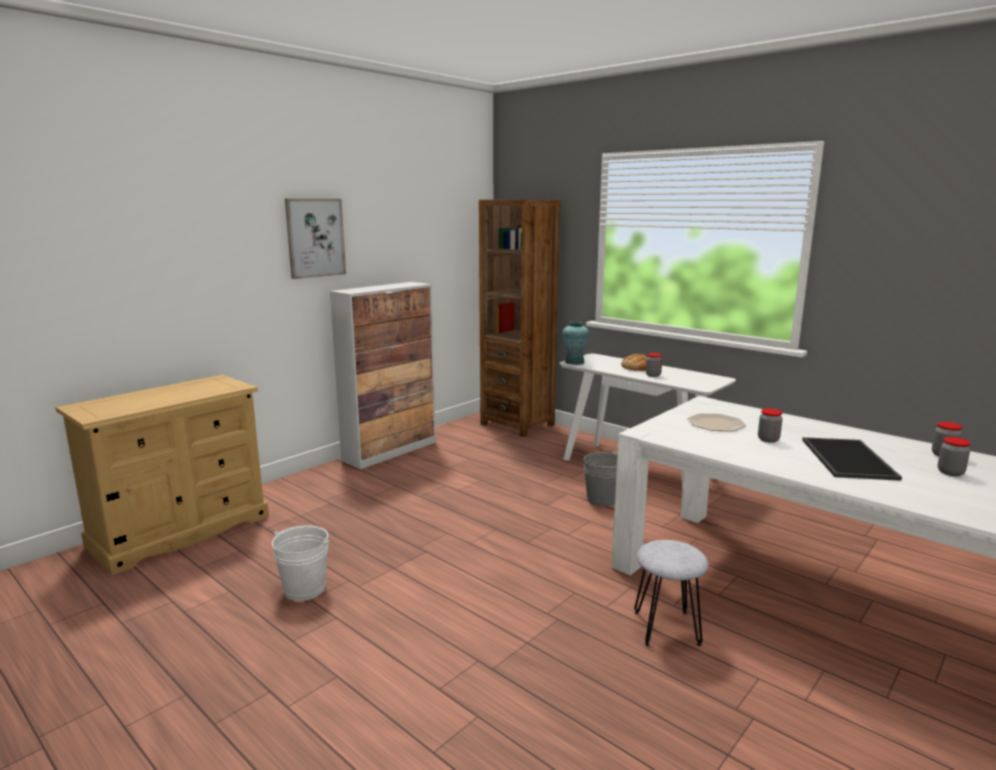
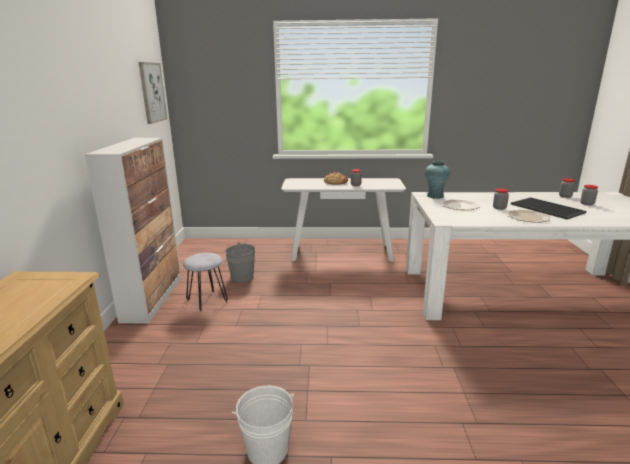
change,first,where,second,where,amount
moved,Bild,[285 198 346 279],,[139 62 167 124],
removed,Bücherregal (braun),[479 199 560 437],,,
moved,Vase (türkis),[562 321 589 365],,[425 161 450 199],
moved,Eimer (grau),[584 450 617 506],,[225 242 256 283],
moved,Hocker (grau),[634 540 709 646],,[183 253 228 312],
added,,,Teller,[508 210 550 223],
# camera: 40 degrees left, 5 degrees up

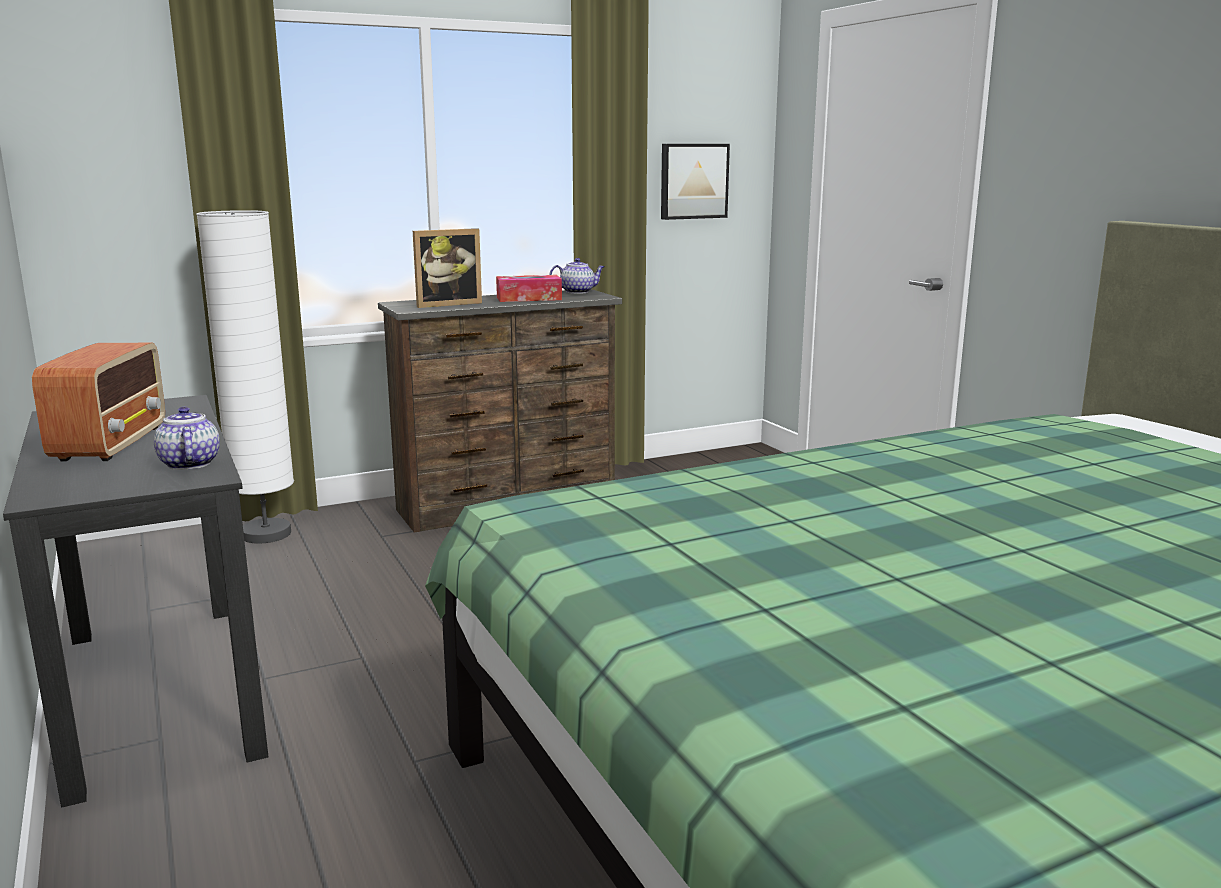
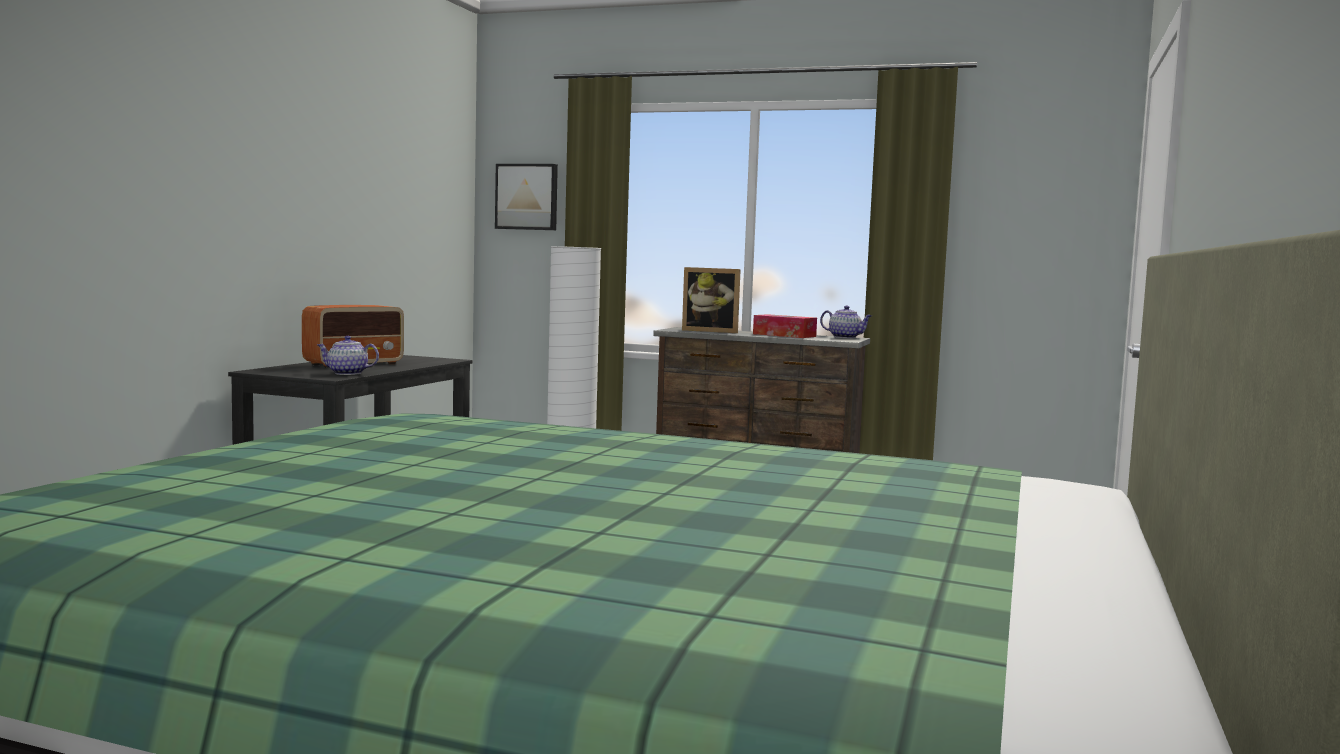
change,first,where,second,where,amount
moved,Bild,[661 144 730 220],,[495 164 558 230],
turned,Teekanne,[154 407 220 470],,[317 336 379 375],105 degrees counterclockwise
# camera: 45 degrees right, 10 degrees down

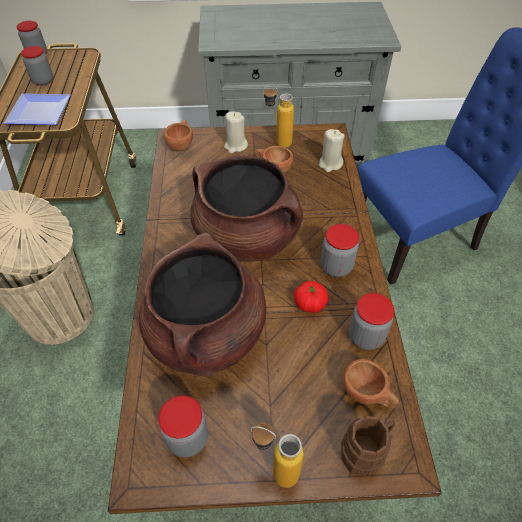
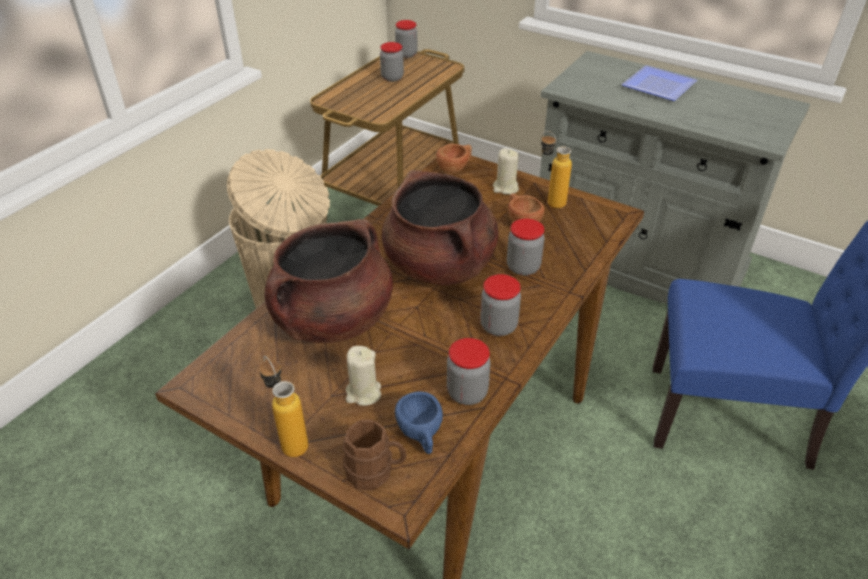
change,first,where,second,where,amount
moved,Teller,[4 93 71 125],,[621 65 697 101],
moved,Kerze (beige),[319 129 345 172],,[346 346 381 406],
removed,Tomate,[294 281 328 313],,,
recoloured,Tasse (braun),[343 359 399 409],Tasse (blau),[395 392 443 454],
moved,Vorratsglas,[158 395 208 458],,[507 218 544 276],
# camera: 35 degrees right, 10 degrees down

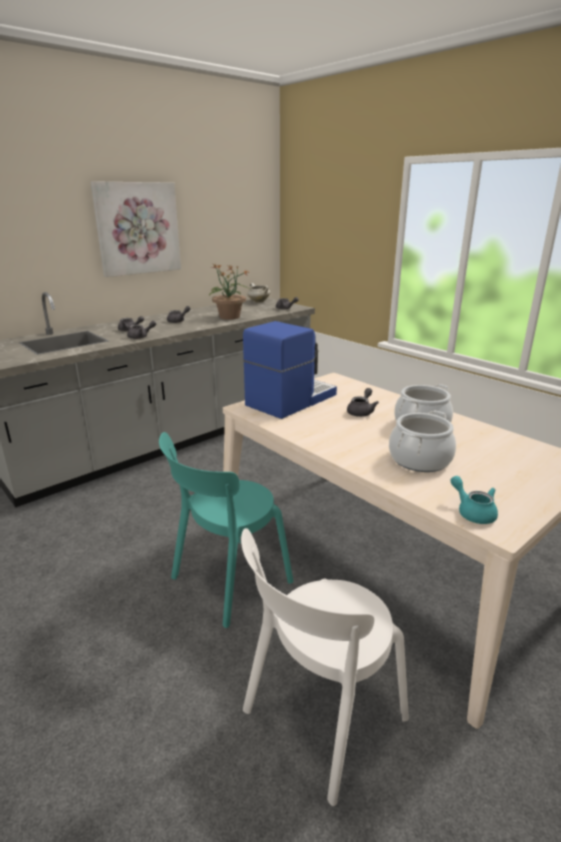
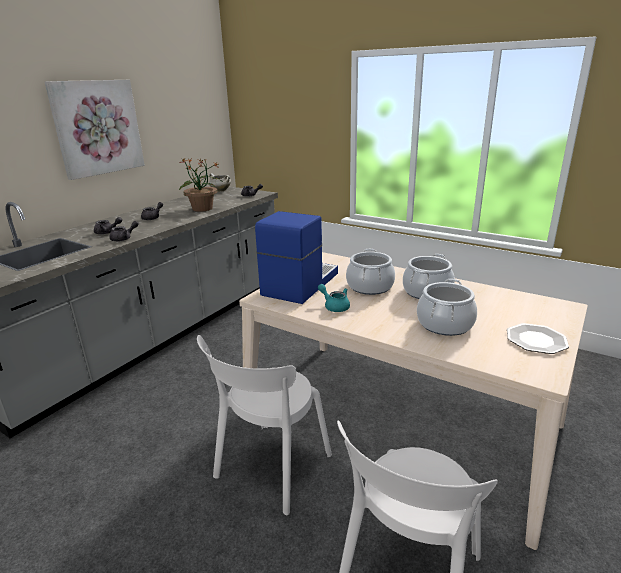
change,first,where,second,where,amount
replaced,Teekanne (grau),[347 388 379 417],Kochtopf,[346 249 395 295],
recoloured,Stuhl (türkis),[159 432 293 628],Stuhl (weiß),[197 335 332 515],
moved,Teekanne (türkis),[450 476 498 524],,[318 284 350 312],
added,,,Teller,[507 323 569 354],
# camera: 15 degrees left, 0 degrees up

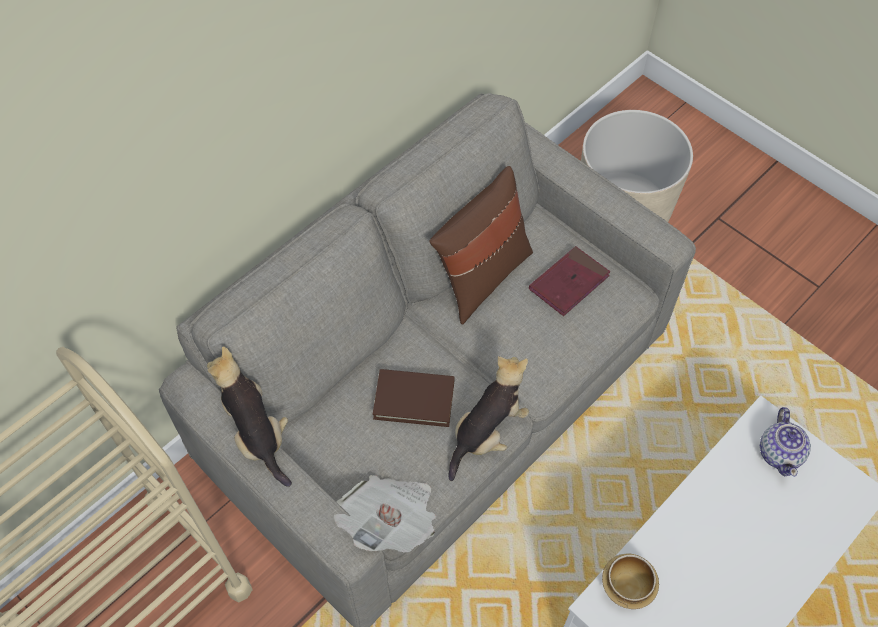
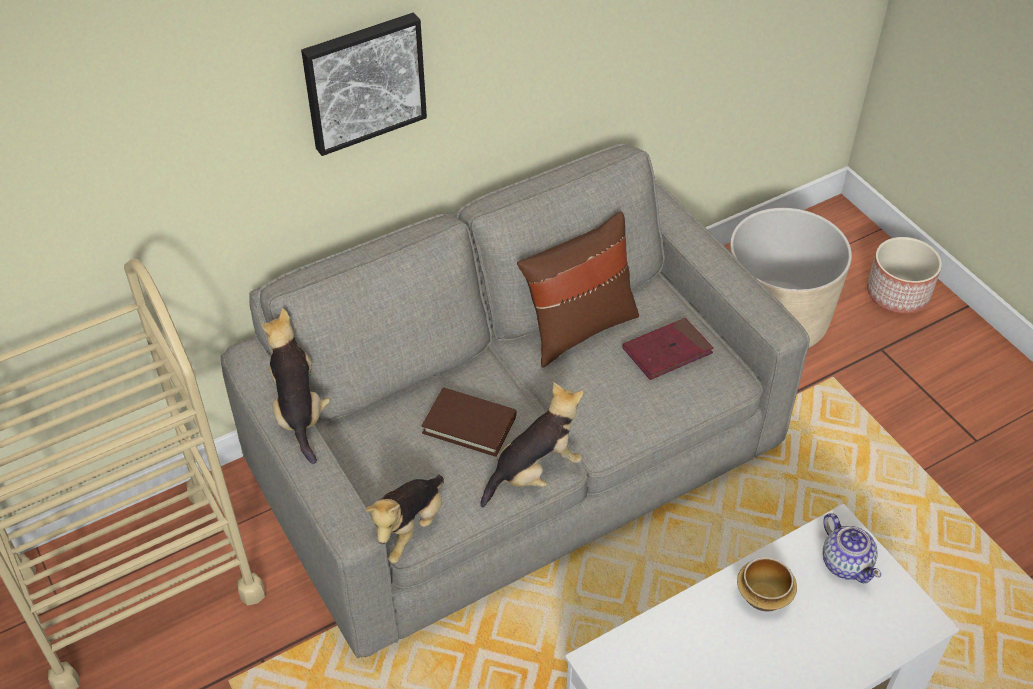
change,first,where,second,where,amount
turned,Teekanne,[760 407 811 477],,[823 513 881 583],45 degrees counterclockwise
replaced,Zeitung,[334 475 436 553],Plüschtier,[366 475 444 564],
moved,Schüssel,[602 553 659 609],,[737 557 797 612],
added,,,Bild,[301 13 427 156],
added,,,Pflanzkübel,[867 237 942 313],
# camera: 15 degrees right, 10 degrees down

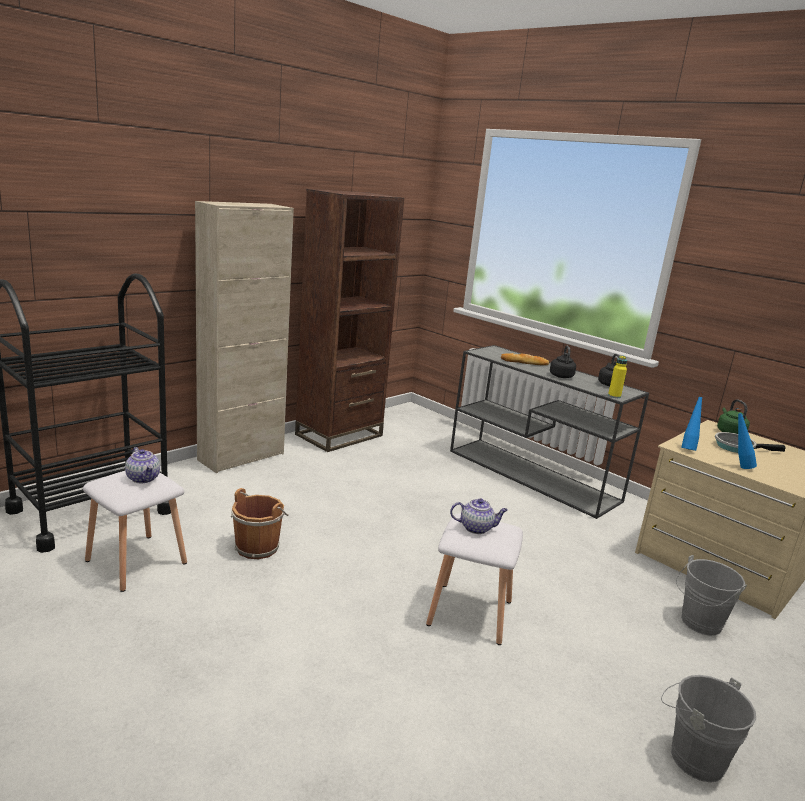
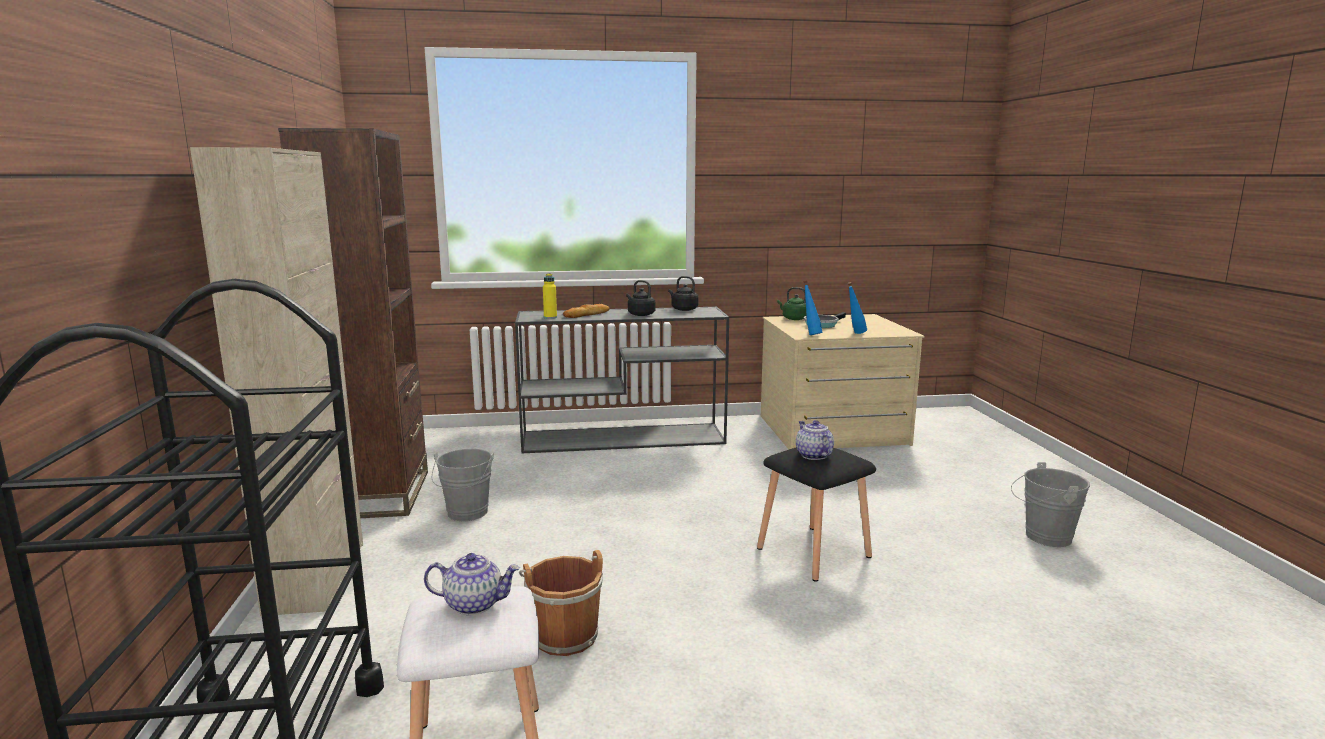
change,first,where,second,where,amount
moved,Flasche (gelb),[608 355 627 398],,[543 273 557 319],
turned,Teekanne,[450 498 508 534],,[796 420 834 460],60 degrees counterclockwise
recoloured,Hocker (weiß),[426 514 523 645],Hocker (schwarz),[757 448 876 582],
moved,Eimer (grau),[676 555 747 636],,[432 448 494 521],
# camera: 50 degrees left, 5 degrees down

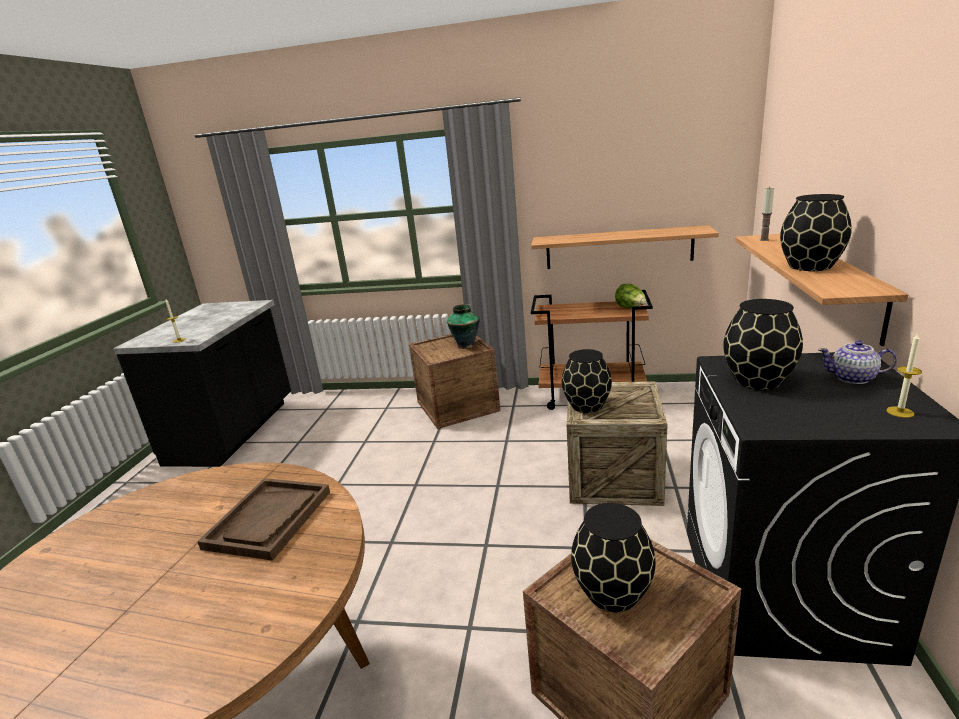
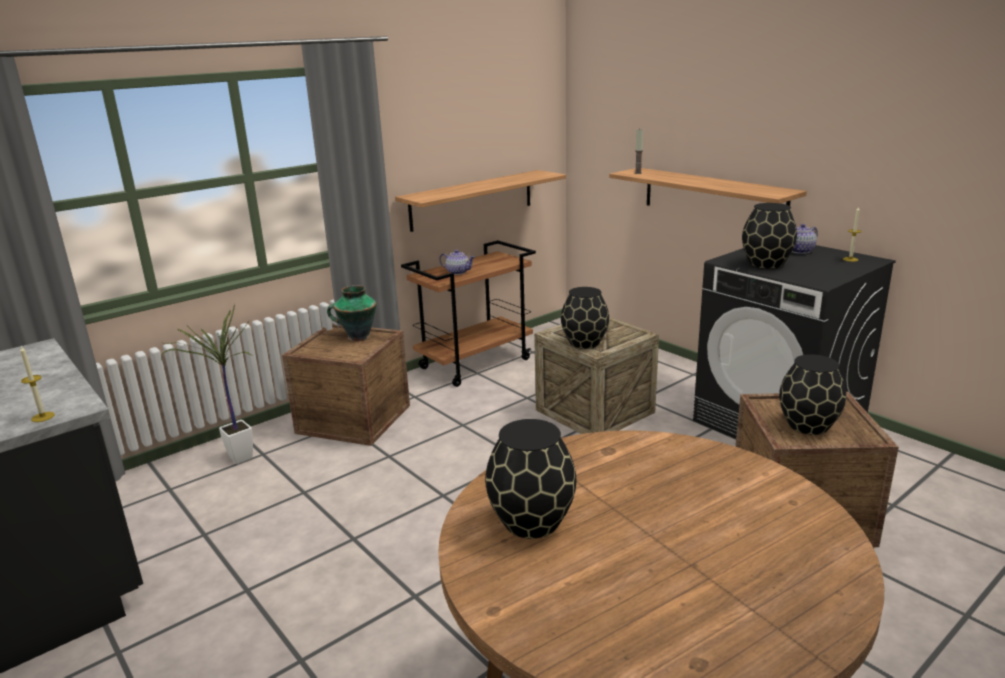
change,first,where,second,where,amount
moved,Vase (schwarz),[780 194 852 271],,[485 419 576 539],
removed,Salatkopf,[615 284 646 309],,,
removed,Tablett (braun),[197 478 330 561],,,
added,,,Teekanne,[439 250 475 275],
added,,,Topfpflanze,[161 304 253 464],
# camera: 50 degrees left, 0 degrees up

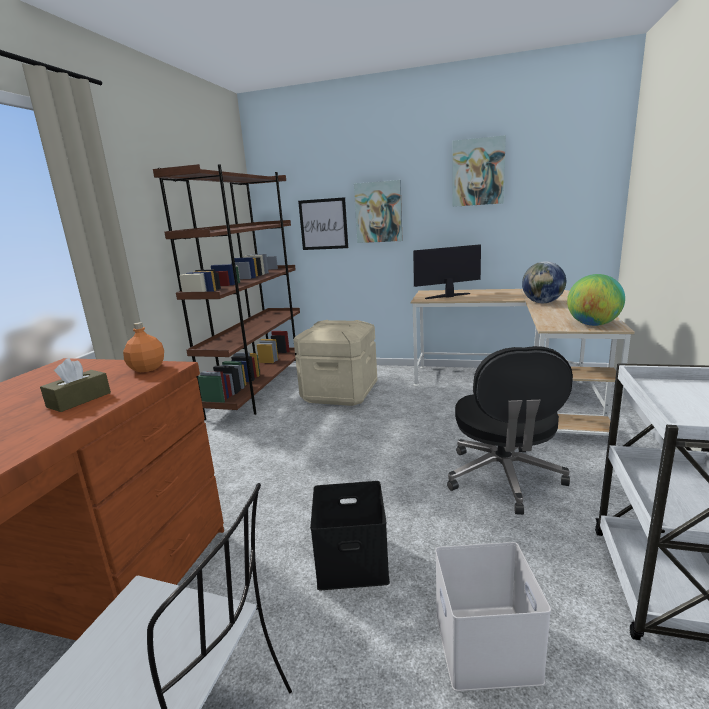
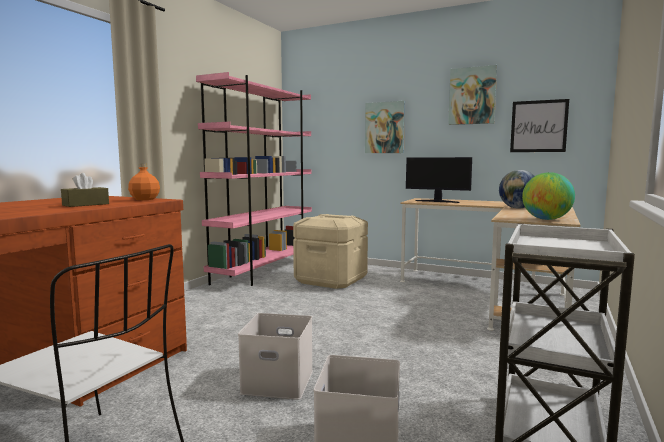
change,first,where,second,where,amount
recoloured,Bücherregal (braun),[153 164 300 420],Bücherregal (rosa),[196 72 312 286],
moved,Bild,[298 197 348 250],,[510 99 569 152],
turned,Monitor,[413 244 481 299],,[406 157 472 203],150 degrees counterclockwise
removed,Bürostuhl (schwarz),[447 346 573 515],,,
recoloured,Aufbewahrungsbox (schwarz),[310 481 390 590],Aufbewahrungsbox (weiß),[238 313 313 400],
# camera: 10 degrees right, 10 degrees down

